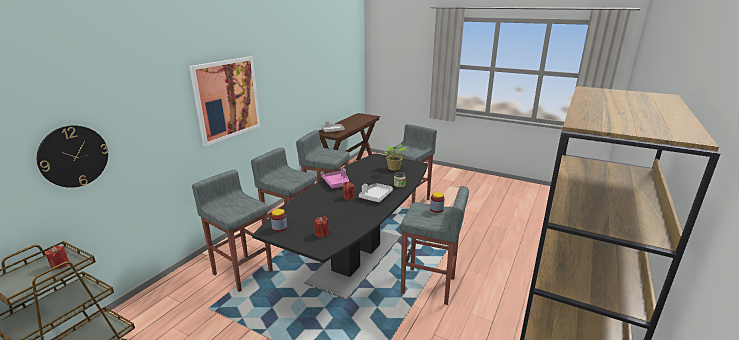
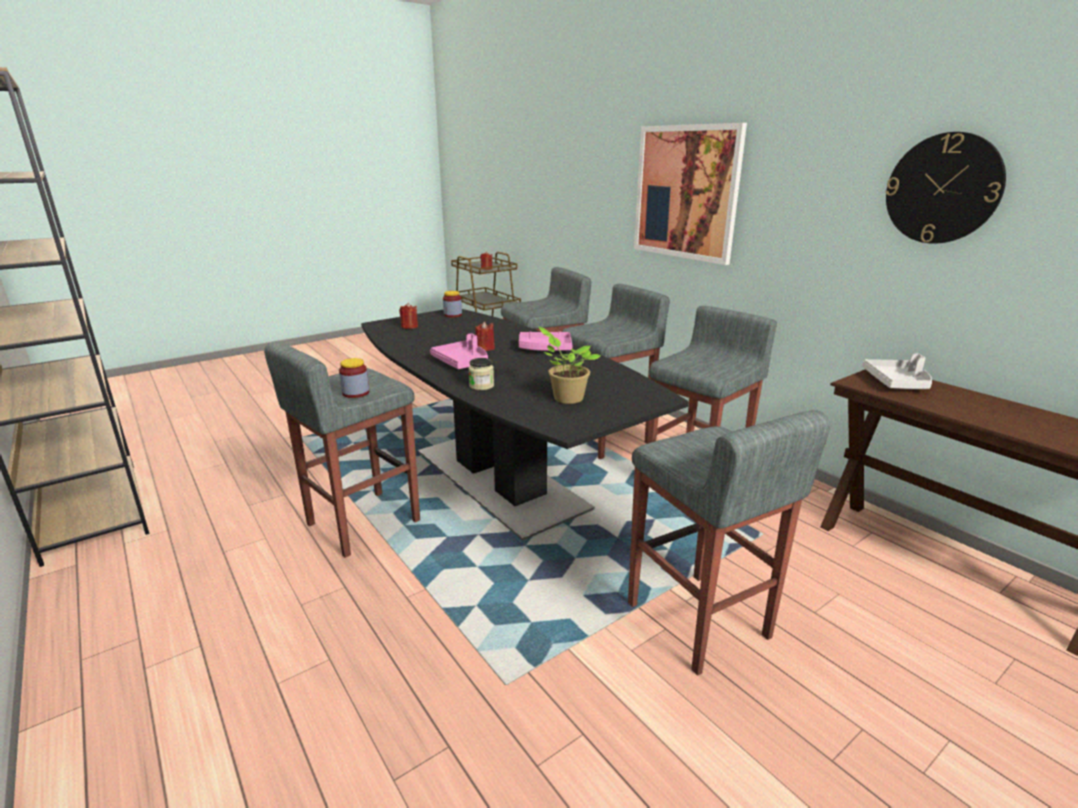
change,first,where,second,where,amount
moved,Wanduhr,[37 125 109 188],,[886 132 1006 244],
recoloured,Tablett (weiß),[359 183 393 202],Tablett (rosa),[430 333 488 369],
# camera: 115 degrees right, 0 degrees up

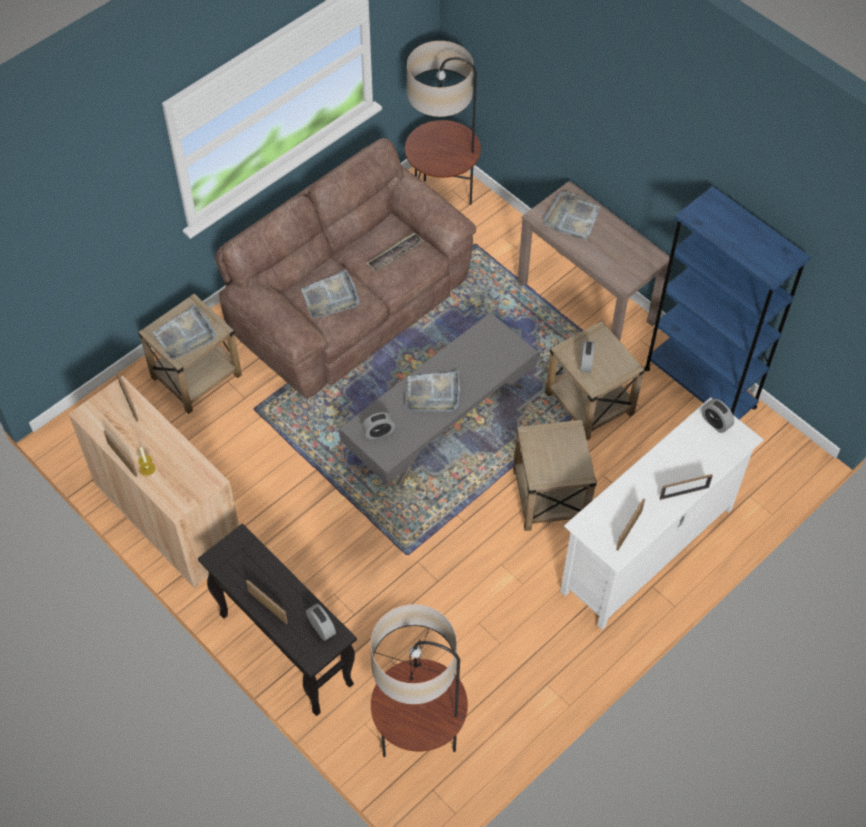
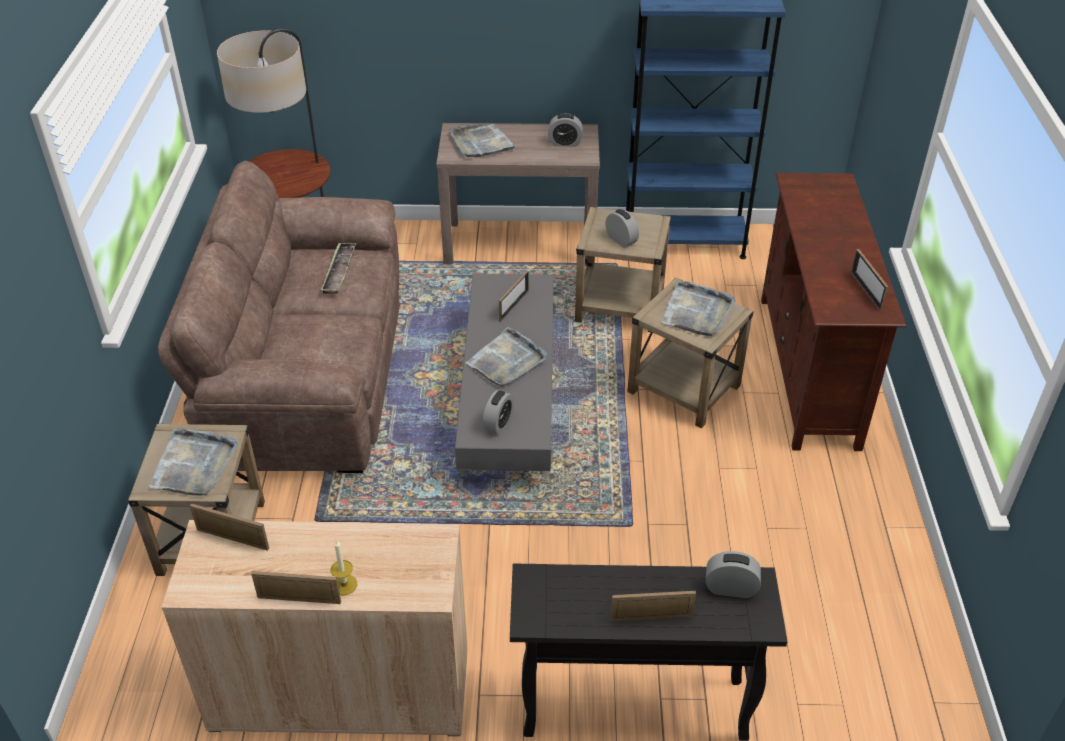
change,first,where,second,where,amount
moved,Tablett (grau),[301 270 360 318],,[662 280 735 336],
recoloured,Fernsehschrank (weiß),[560 397 764 630],Fernsehschrank (braun),[761 173 907 451],
moved,Wecker,[701 399 734 433],,[548 113 583 147],
moved,Bilderrahmen,[660 474 713 500],,[499 270 529 322],
removed,Stehlampe,[371 604 468 757],,,
# camera: 45 degrees left, 15 degrees down

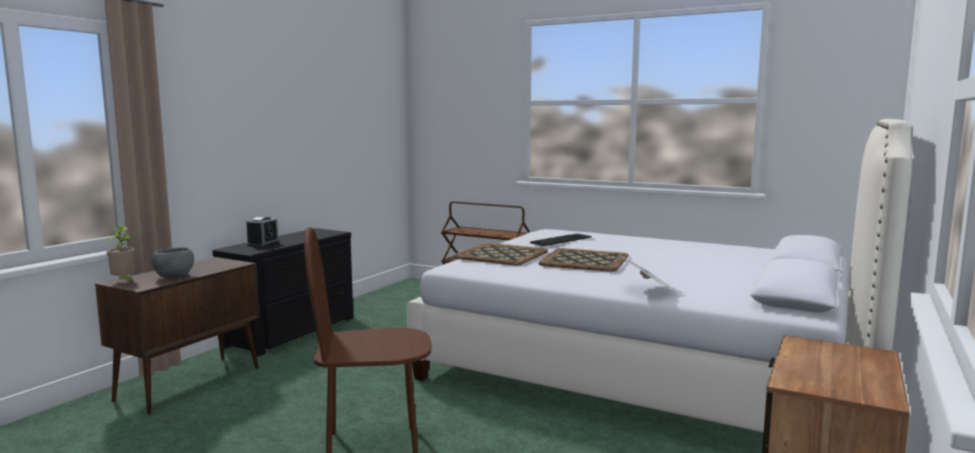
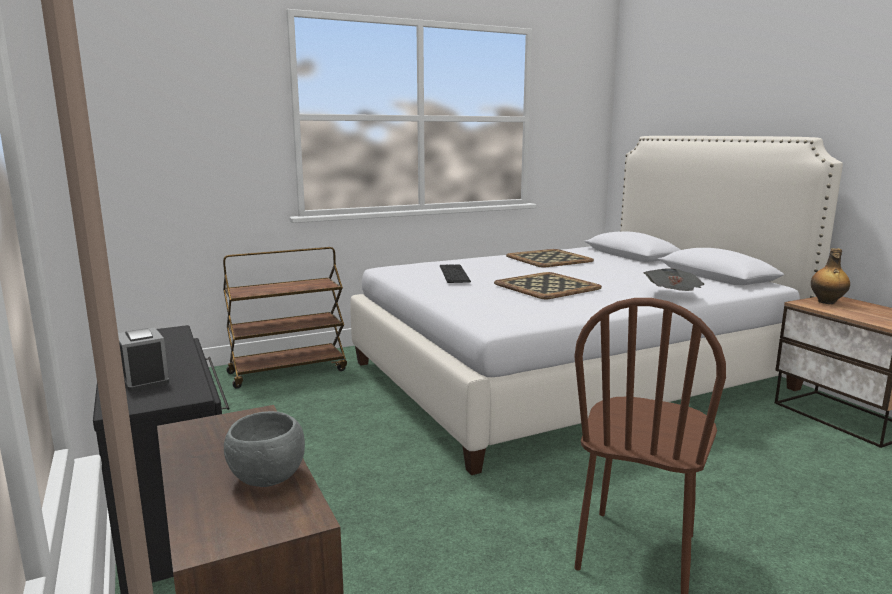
change,first,where,second,where,amount
removed,Topfpflanze,[107 225 135 283],,,
moved,Tablett,[454 243 548 265],,[506 249 594 267],
added,,,Flasche,[811 248 850 304],
# camera: 55 degrees left, 5 degrees up

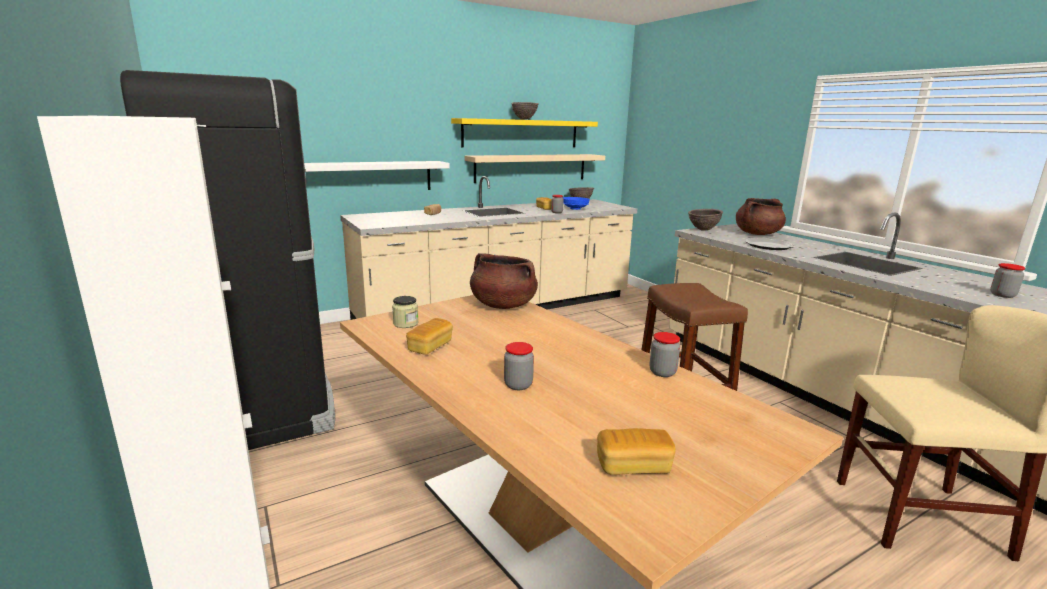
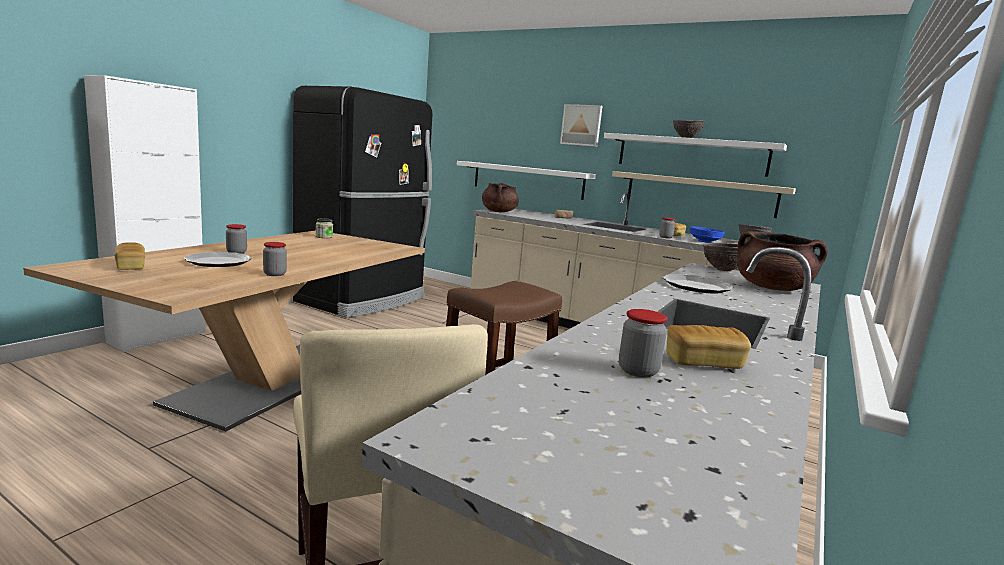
change,first,where,second,where,amount
recoloured,Wandregal (gelb),[451 118 598 148],Wandregal (weiß),[604 133 787 177],
moved,Kochtopf (braun),[470 253 538 309],,[482 183 519 212],
moved,Brot,[406 318 453 355],,[666 325 751 369],
added,,,Bild,[560 104 603 147],
added,,,Teller,[184 252 252 267],
# camera: 60 degrees right, 5 degrees down

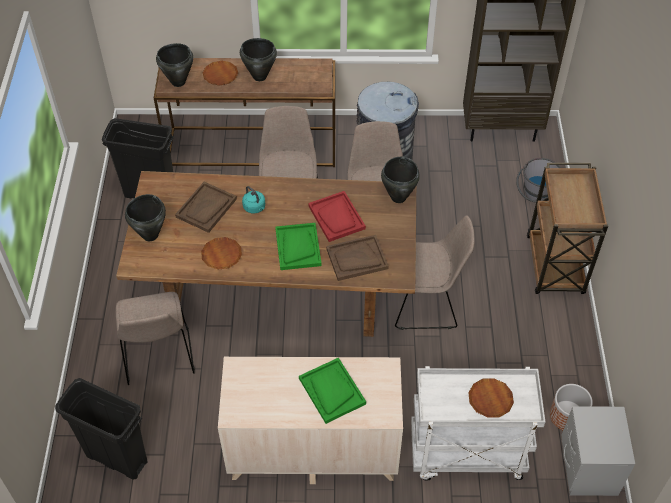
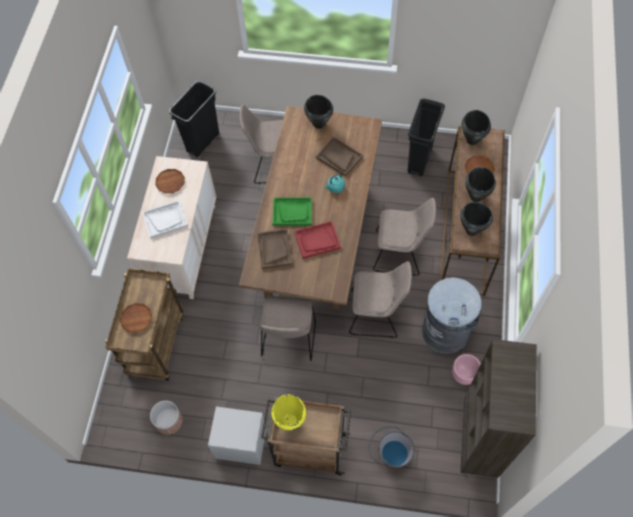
change,first,where,second,where,amount
moved,Kochtopf (schwarz),[381 156 420 203],,[460 202 493 236],
moved,Teller (braun),[201 237 242 269],,[155 169 185 193],
recoloured,Tablett (grün),[299 357 366 424],Tablett (weiß),[142 200 188 239],
recoloured,Rollwagen (weiß),[411 366 545 481],Rollwagen (braun),[105 268 183 381],
moved,Nachttisch (grau),[561 406 635 496],,[208 407 266 465],
added,,,Pflanzkübel (rosa),[452 354 481 385],
added,,,Kochtopf (gelb),[271 394 306 430],
# camera: 100 degrees right, 10 degrees up

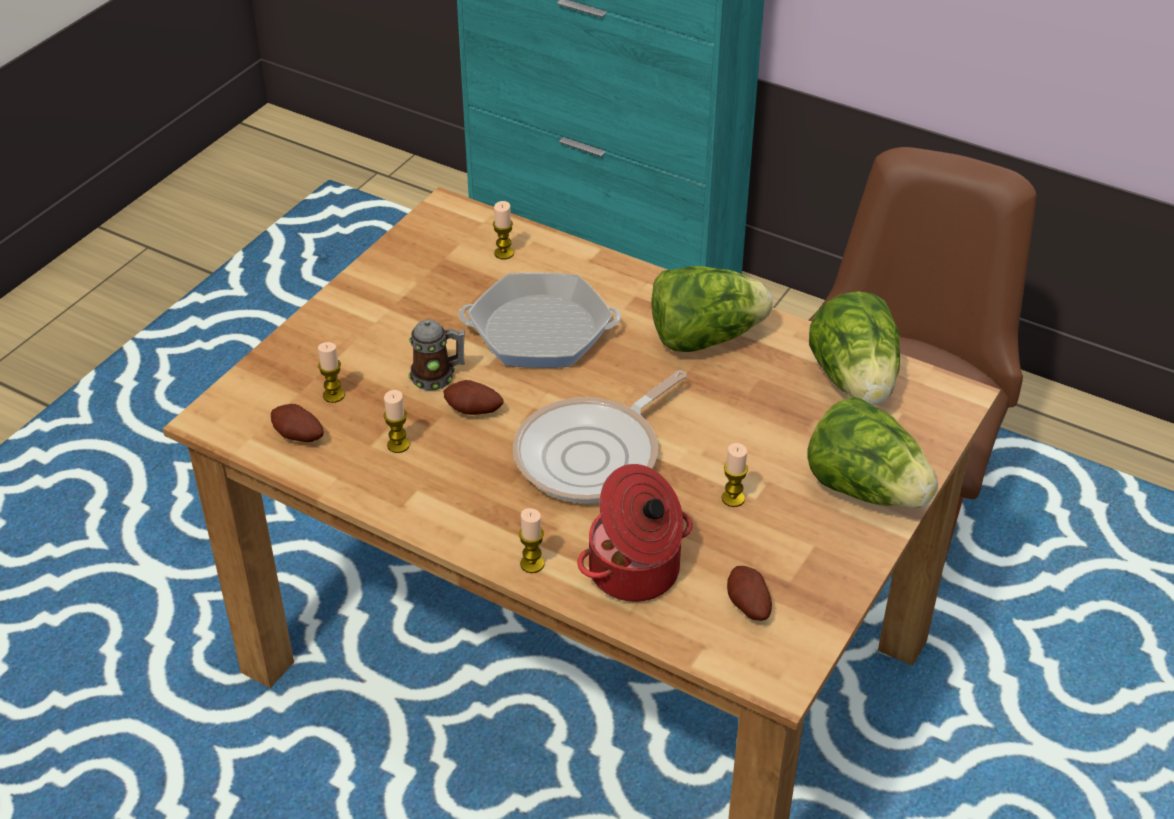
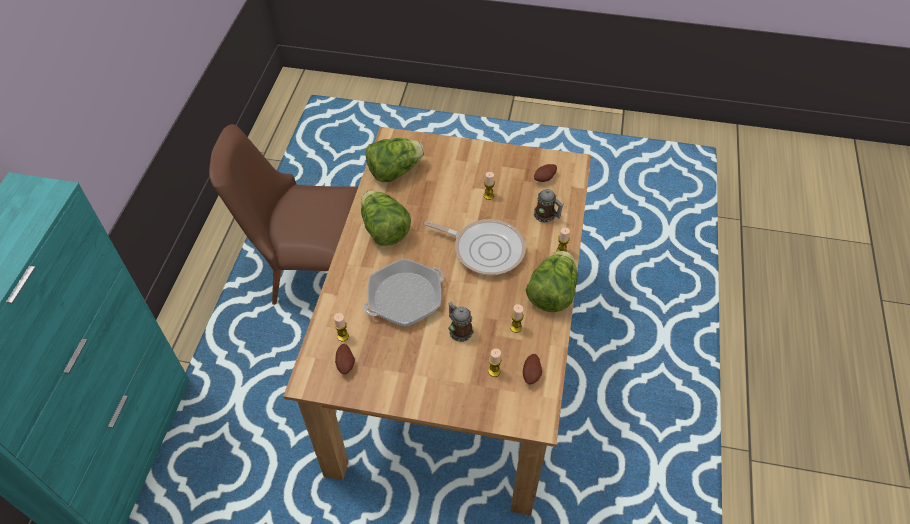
change,first,where,second,where,amount
turned,Pfanne,[459 273 621 368],,[364 259 444 327],105 degrees counterclockwise
moved,Kartoffel,[443 380 503 415],,[335 344 355 374],
moved,Salatkopf,[807 397 938 509],,[526 251 578 312],
replaced,Kochtopf,[577 464 693 602],Henkelbecher,[534 189 564 223],
# camera: 110 degrees left, 10 degrees up

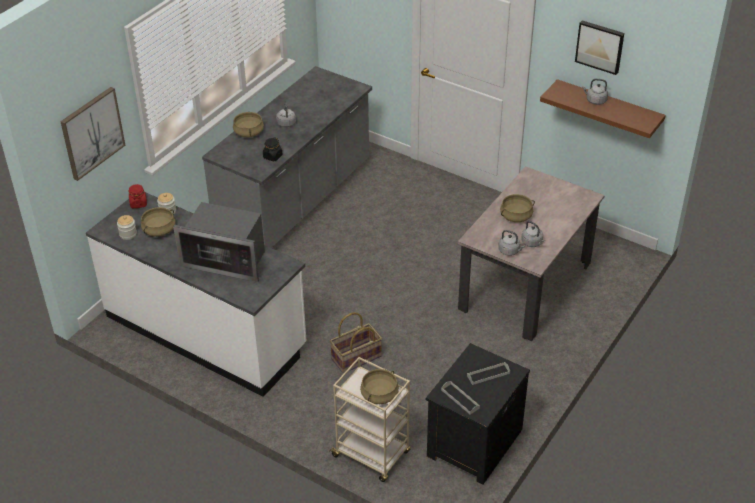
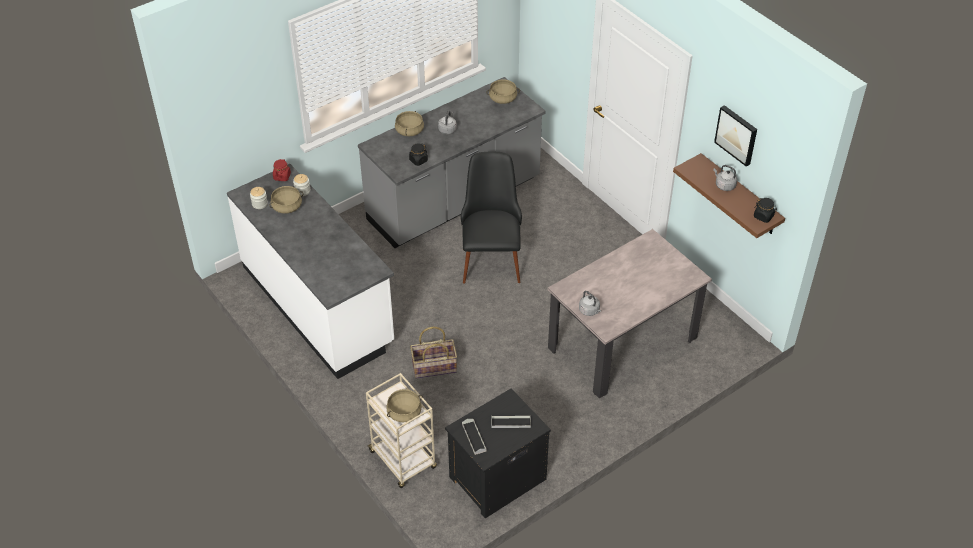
change,first,where,second,where,amount
removed,Bild,[60 87 125 181],,,
moved,Kochtopf (beige),[500 194 535 222],,[486 79 520 104],
removed,Mikrowelle,[173 202 265 282],,,
removed,Wasserkessel (grau),[521 221 545 247],,,
added,,,Stuhl (schwarz),[461 151 522 284],
added,,,Vorratsglas (schwarz),[754 198 777 223],
# camera: 20 degrees right, 5 degrees up

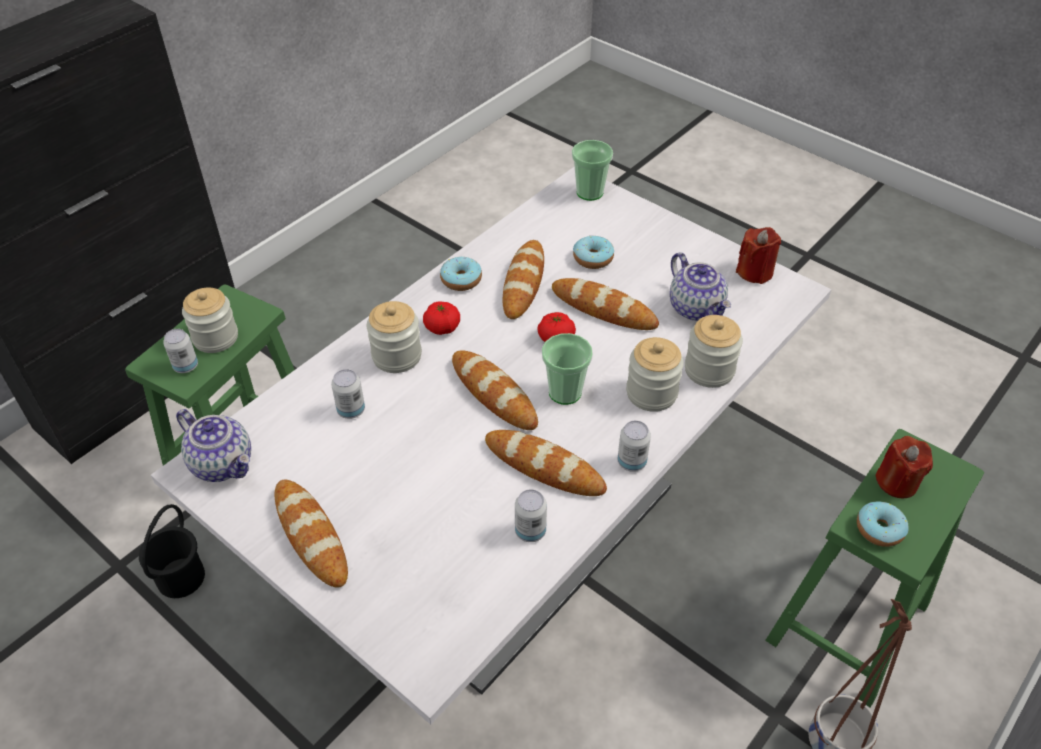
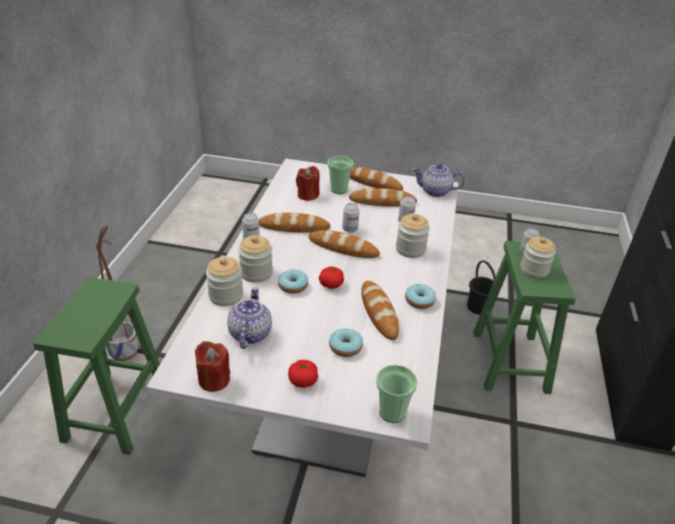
change,first,where,second,where,amount
turned,Teekanne,[670 253 731 321],,[227 287 272 349],60 degrees clockwise
moved,Brot,[552 278 659 330],,[349 188 417 206],
moved,Tomate,[423 301 460 335],,[288 360 318 388],
moved,Tasse,[542 333 593 405],,[328 156 353 194],
moved,Kerze (rot),[875 436 933 498],,[296 166 320 201],
moved,Dose,[515 489 547 542],,[342 203 359 233],
moved,Donut,[857 501 909 547],,[278 269 308 294],
# camera: 150 degrees right, 10 degrees down

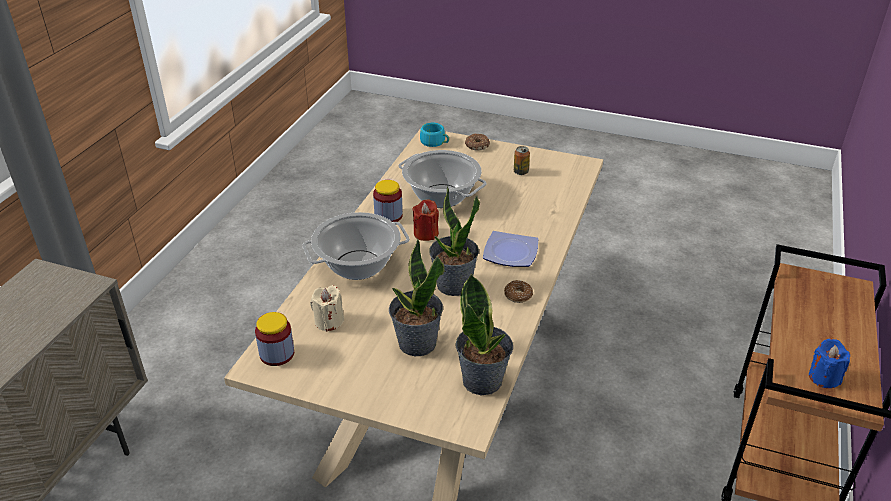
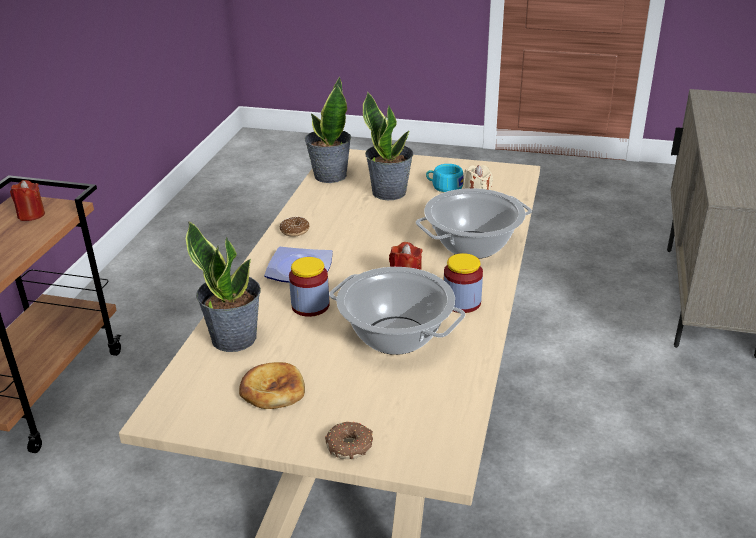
change,first,where,second,where,amount
moved,Tasse (türkis),[420 123 449 147],,[426 164 464 192],
replaced,Dose,[514 146 530 175],Brot,[239 362 305 409],
moved,Topfpflanze,[429 187 480 296],,[186 221 261 352],
moved,Vorratsglas,[255 312 294 366],,[289 257 330 317],
recoloured,Kerze (blau),[809 339 850 388],Kerze (rot),[10 180 45 221],
# camera: 175 degrees right, 5 degrees down

